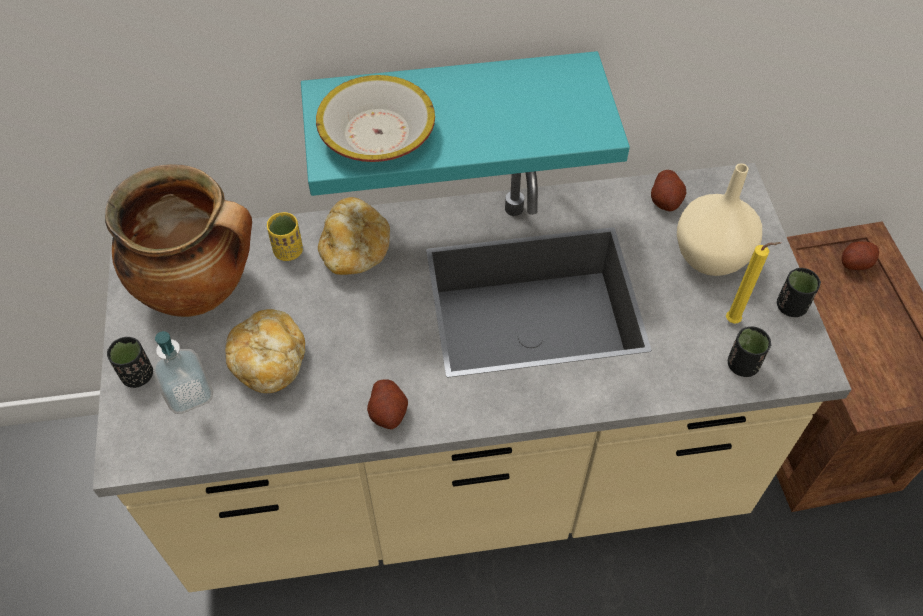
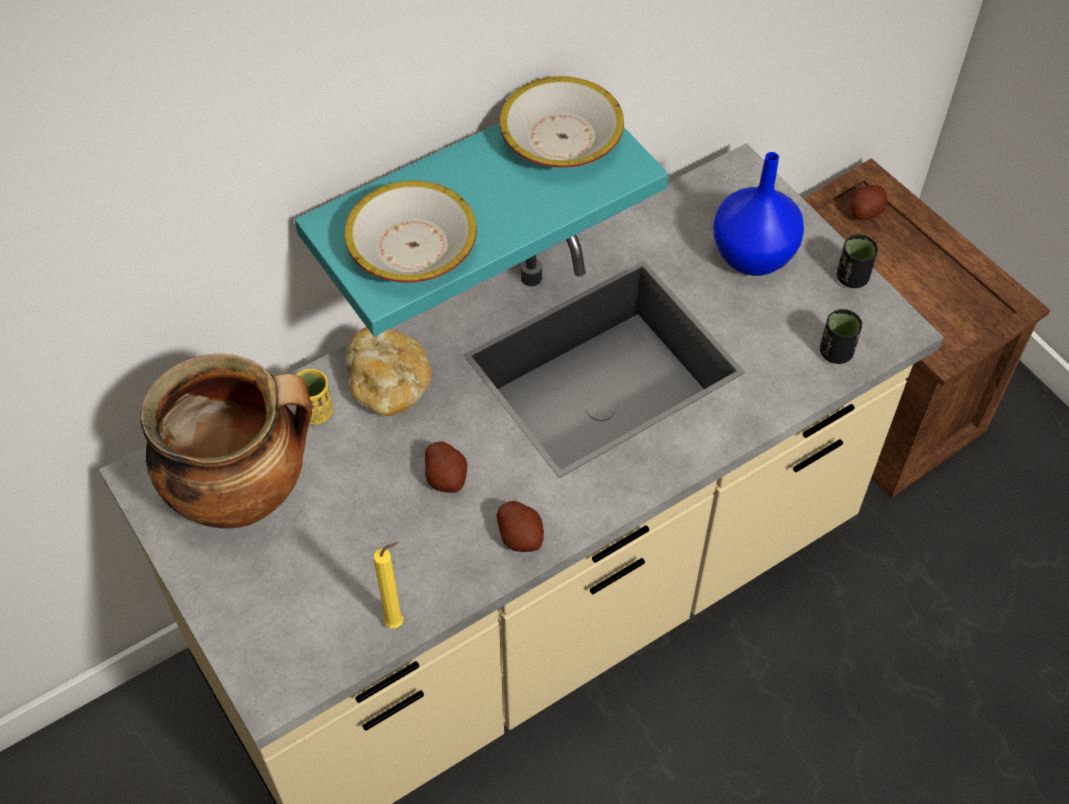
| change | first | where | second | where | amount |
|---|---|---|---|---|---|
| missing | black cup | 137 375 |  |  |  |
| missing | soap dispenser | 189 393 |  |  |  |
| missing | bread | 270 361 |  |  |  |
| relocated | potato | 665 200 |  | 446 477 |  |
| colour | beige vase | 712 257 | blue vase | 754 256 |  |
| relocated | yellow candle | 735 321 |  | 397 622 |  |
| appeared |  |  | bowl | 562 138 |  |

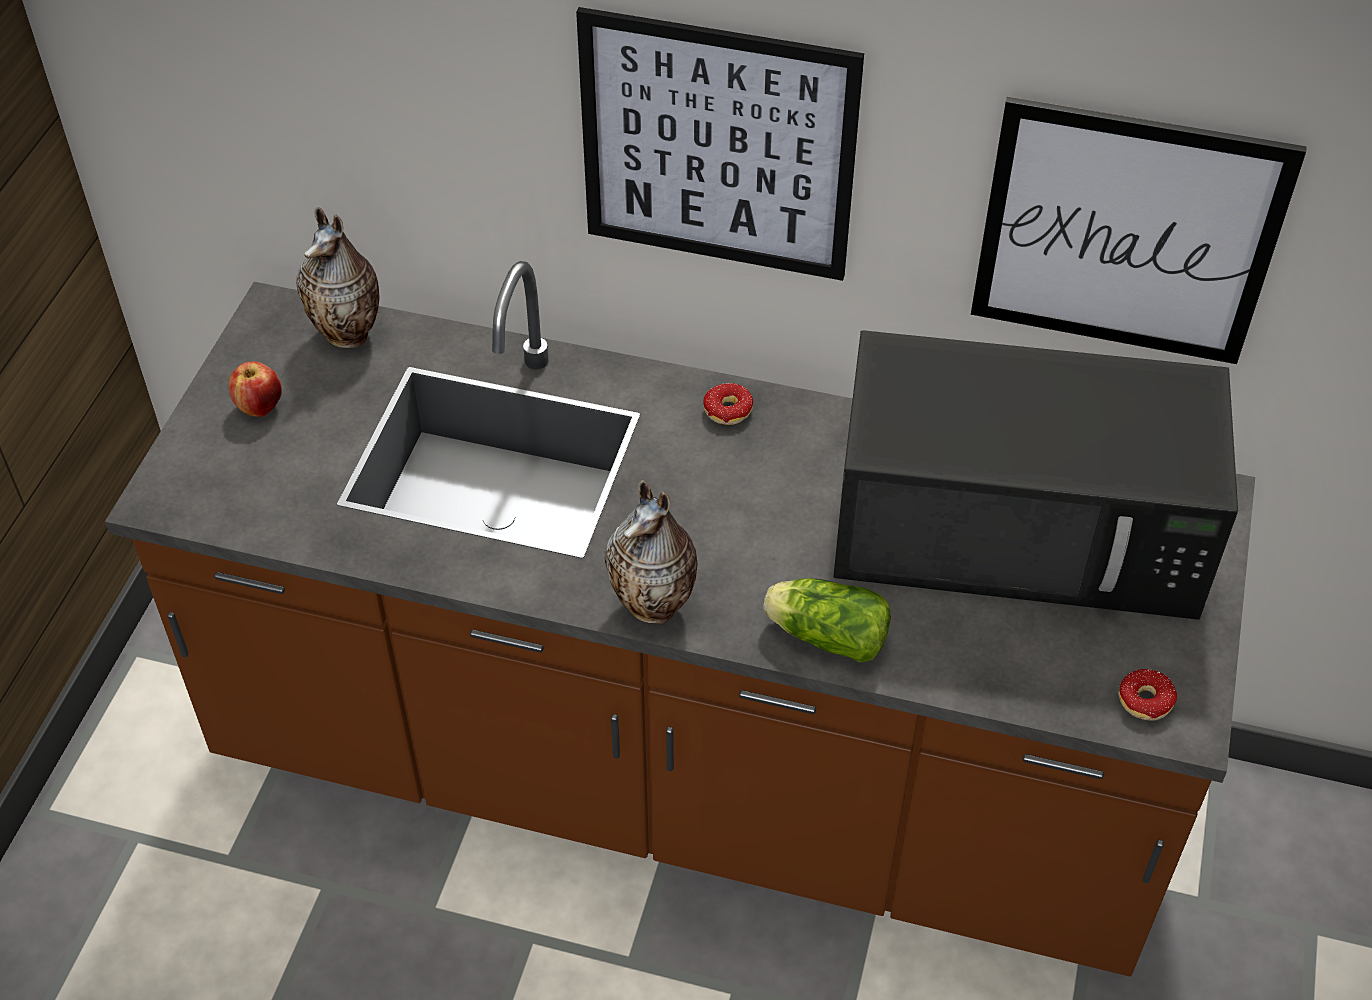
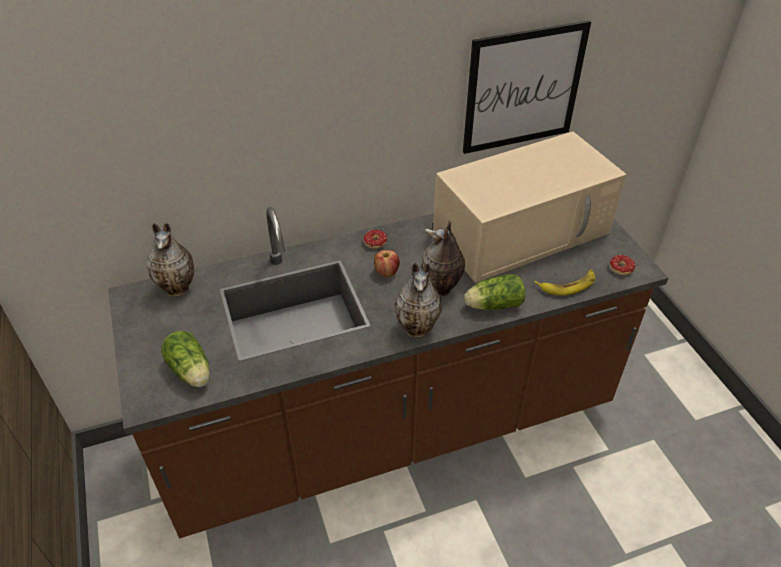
| change | first | where | second | where | amount |
|---|---|---|---|---|---|
| relocated | apple | 259 407 |  | 386 272 |  |
| missing | picture | 717 147 |  |  |  |
| colour | black microwave | 1023 526 | beige microwave | 523 231 |  |
| appeared |  |  | lettuce | 191 372 |  |
| appeared |  |  | vase | 441 289 |  |
| appeared |  |  | banana | 567 285 |  |

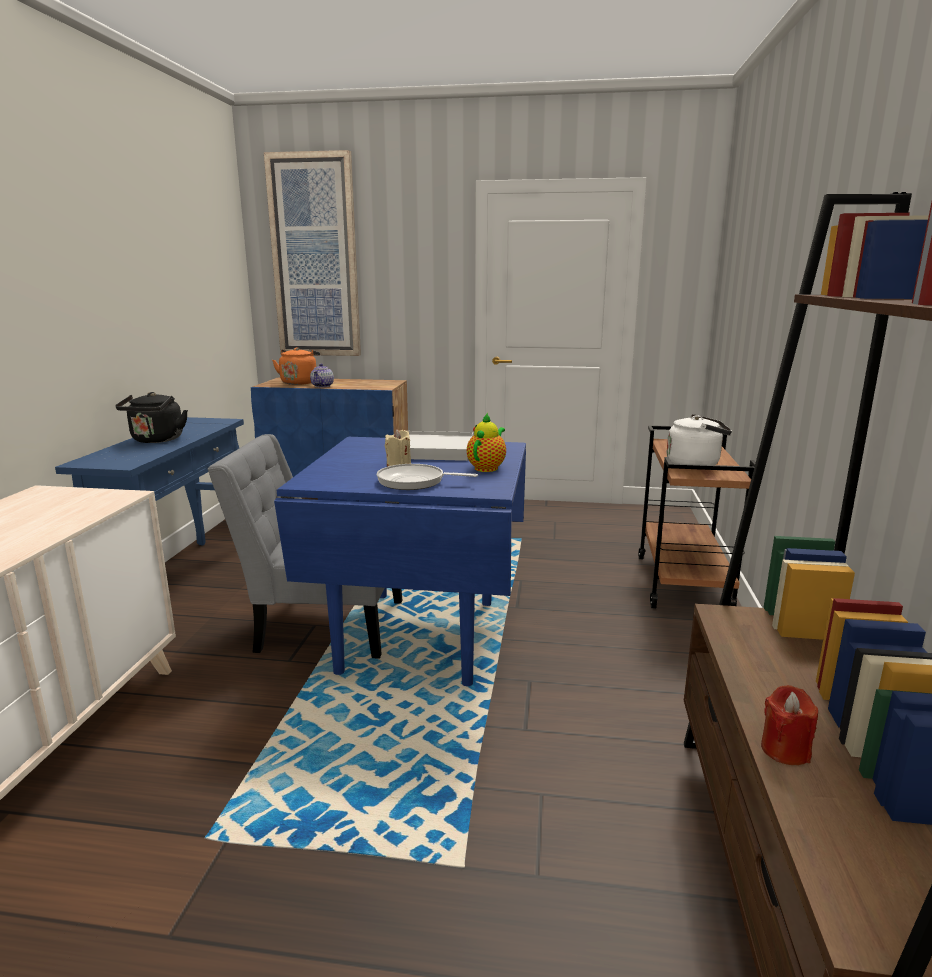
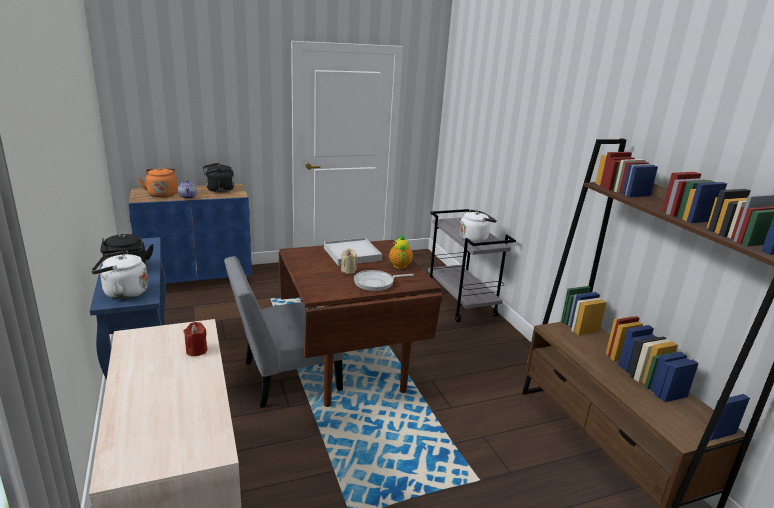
| change | first | where | second | where | amount |
|---|---|---|---|---|---|
| missing | picture | 315 257 |  |  |  |
| colour | blue dining table | 421 635 | brown dining table | 352 369 |  |
| colour | brown cart | 684 584 | grey cart | 461 303 |  |
| relocated | red candle | 785 750 |  | 196 350 |  |
| appeared |  |  | white kettle | 122 293 |  |
| appeared |  |  | black kettle | 218 190 |  |

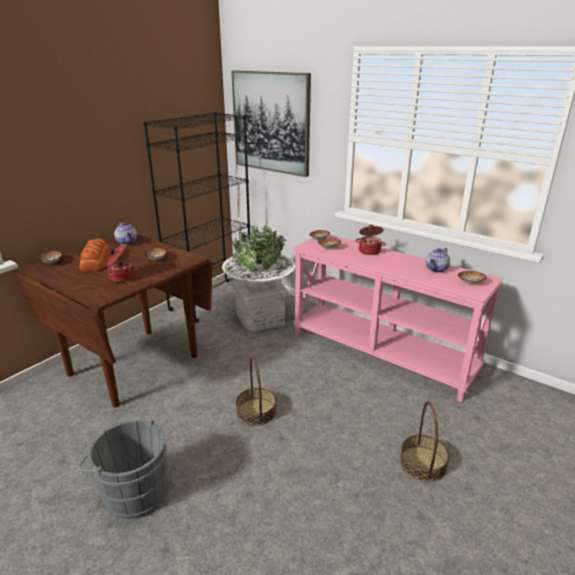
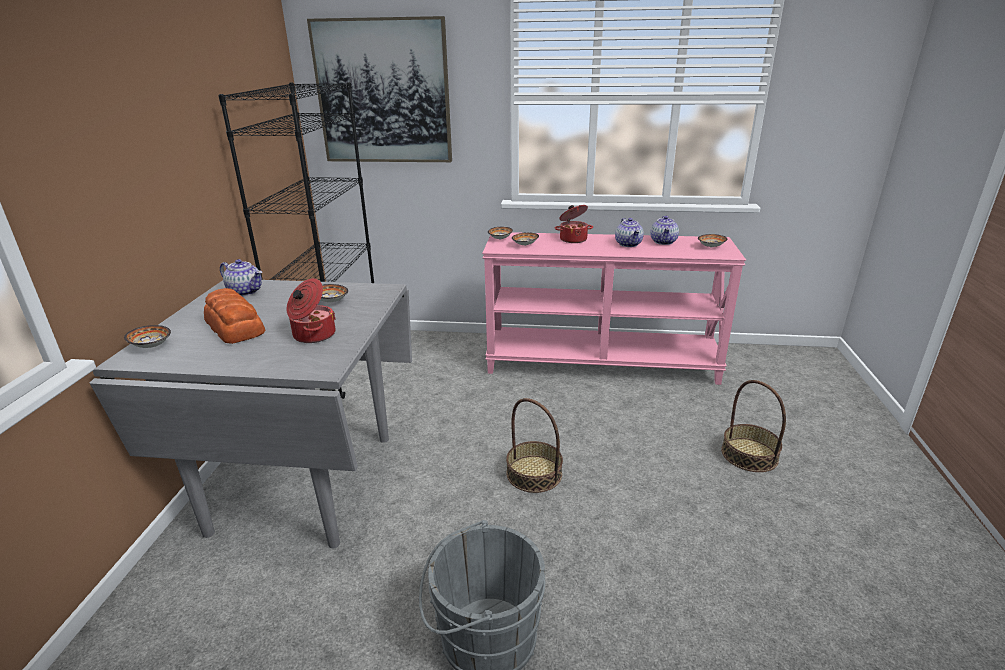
| change | first | where | second | where | amount |
|---|---|---|---|---|---|
| colour | brown dining table | 133 364 | grey dining table | 303 482 |  |
| missing | white planter | 260 319 |  |  |  |
| appeared |  |  | teapot | 628 244 |  |

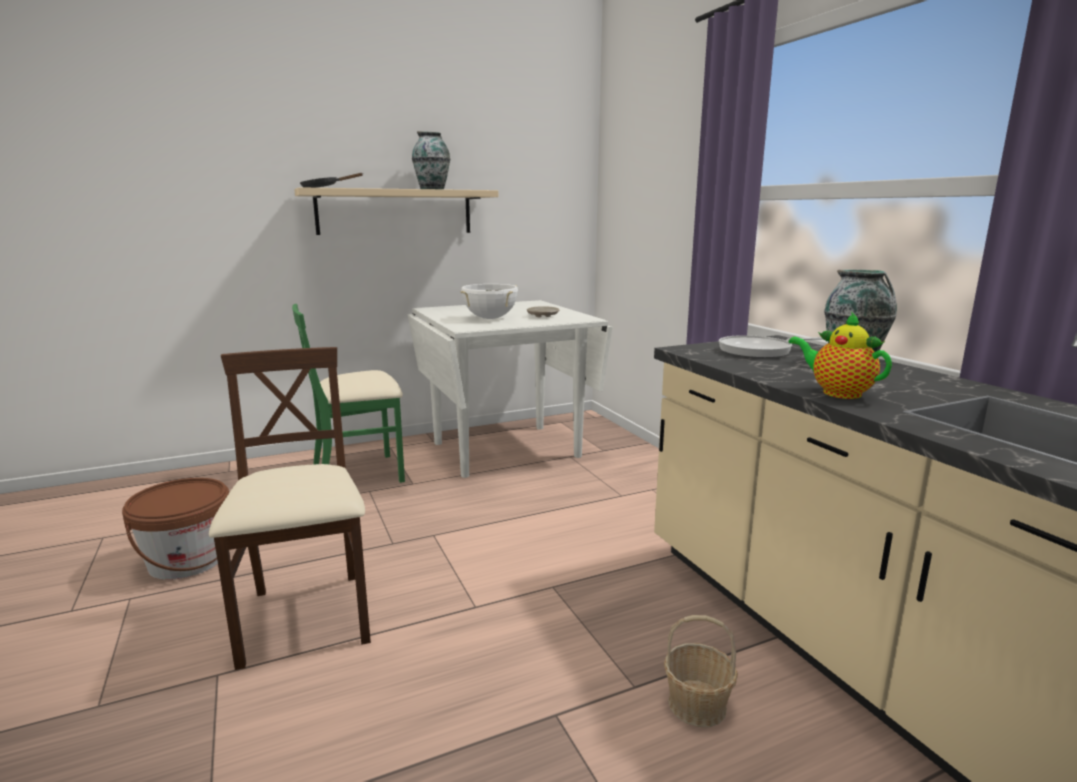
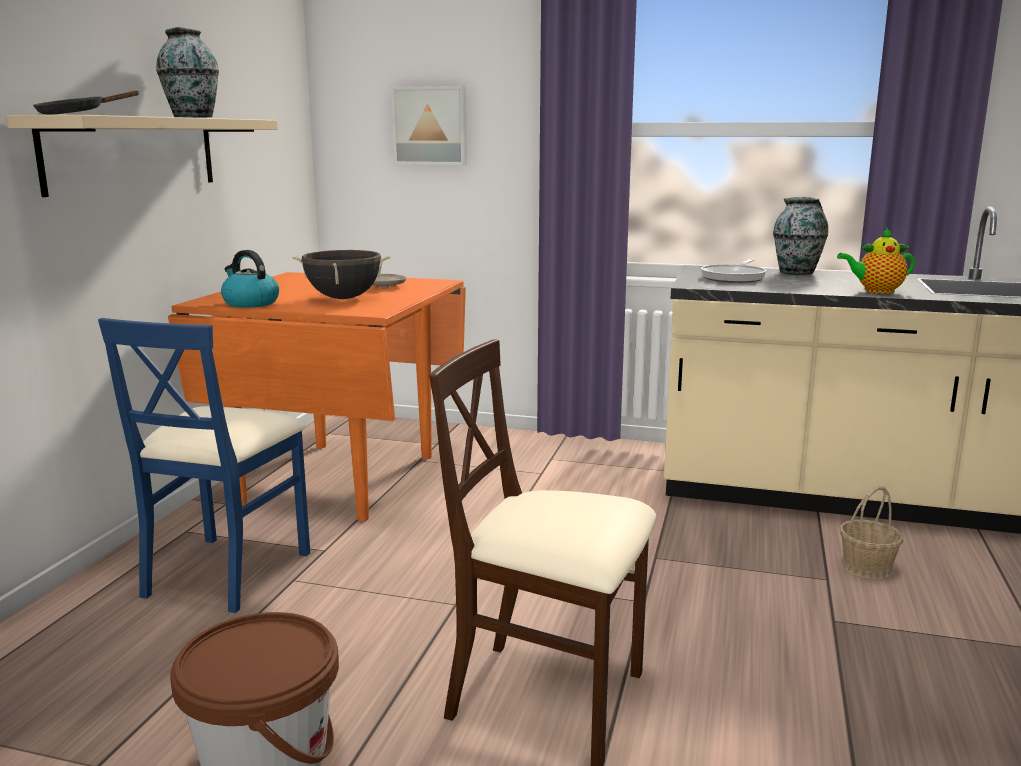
| change | first | where | second | where | amount |
|---|---|---|---|---|---|
| colour | green chair | 359 473 | blue chair | 226 572 |  |
| colour | white dining table | 505 449 | orange dining table | 338 478 |  |
| colour | white cooking pot | 490 318 | black cooking pot | 344 298 |  |
| appeared |  |  | kettle | 250 303 |  |
| appeared |  |  | picture | 431 126 |  |

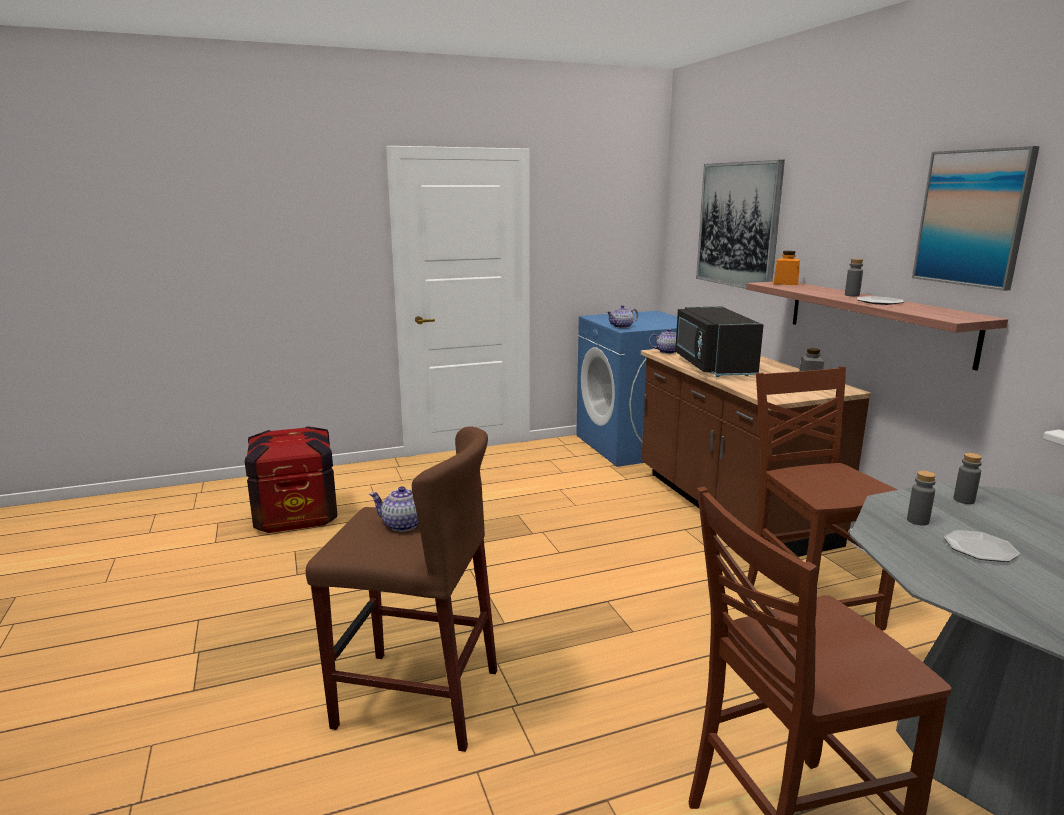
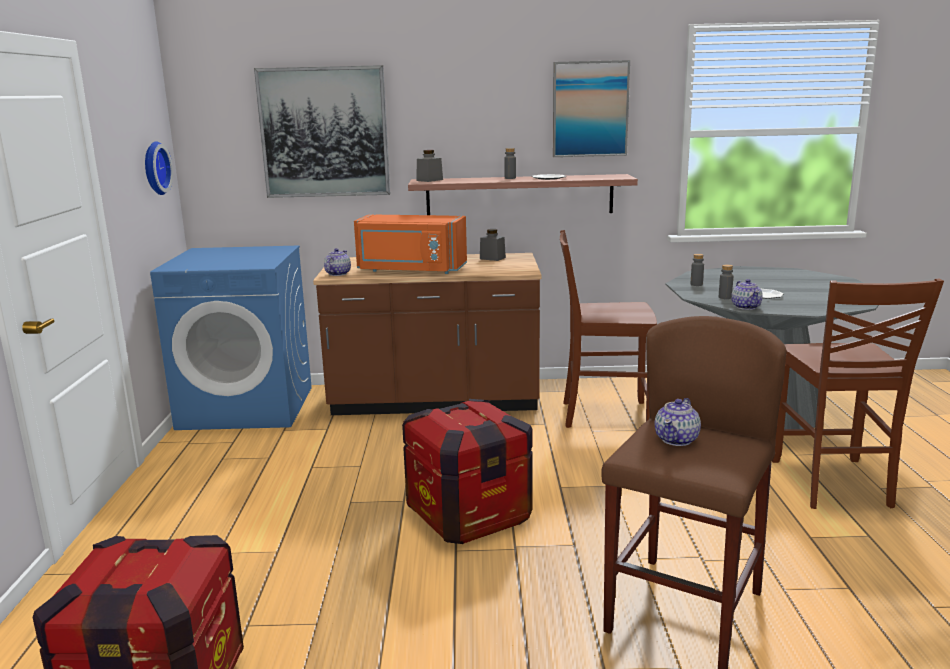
| change | first | where | second | where | amount |
|---|---|---|---|---|---|
| relocated | teapot | 622 327 |  | 746 307 |  |
| colour | black microwave | 712 366 | orange microwave | 410 270 |  |
| colour | orange jar | 785 283 | grey jar | 429 180 |  |
| appeared |  |  | wall clock | 154 168 |  |
| appeared |  |  | crate | 469 515 |  |

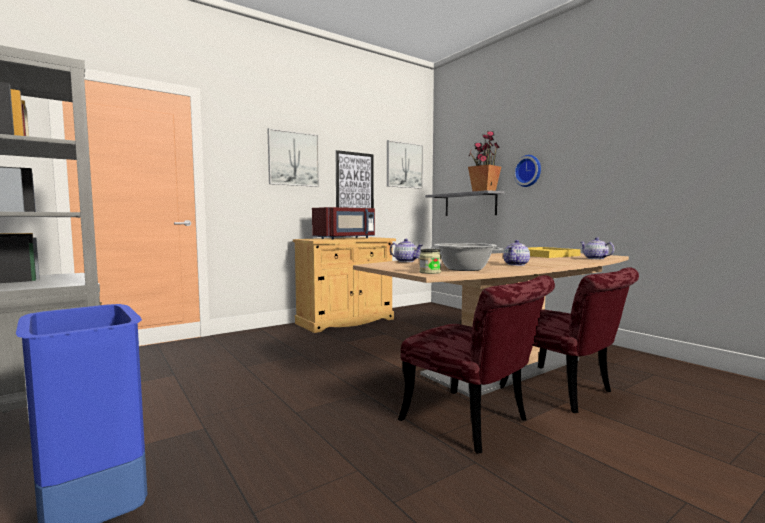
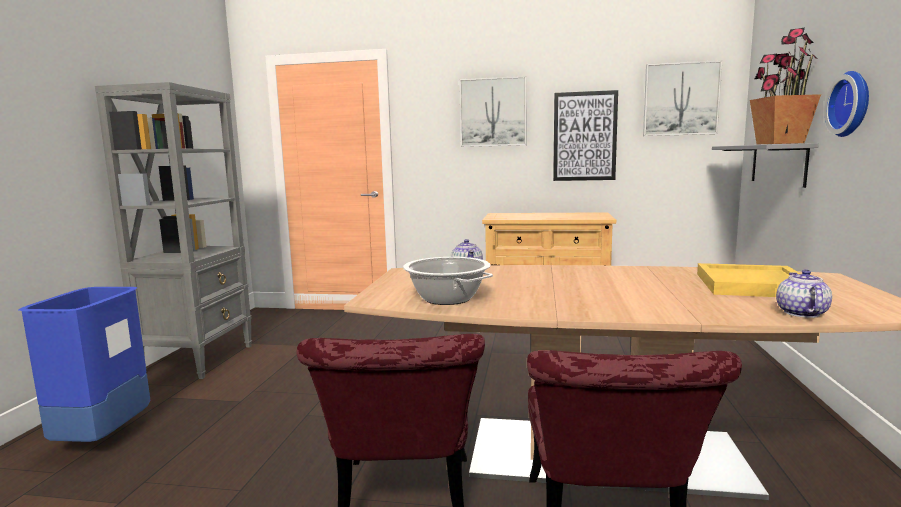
| change | first | where | second | where | amount |
|---|---|---|---|---|---|
| missing | red microwave | 346 238 |  |  |  |
| missing | jar | 430 272 |  |  |  |
| missing | teapot | 516 264 |  |  |  |

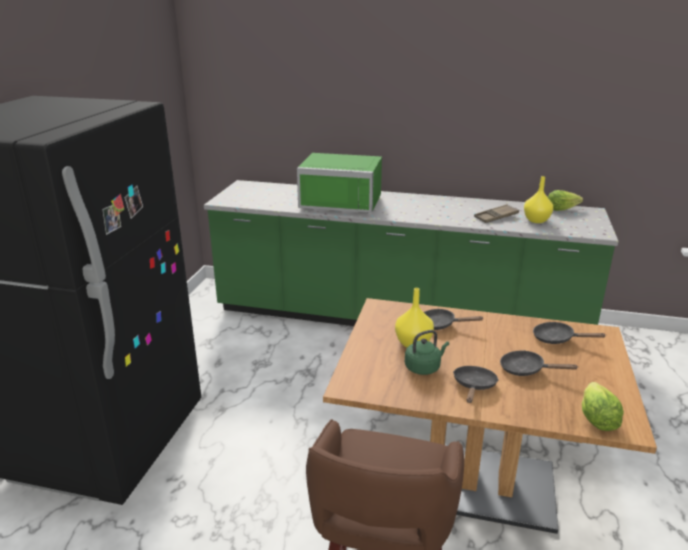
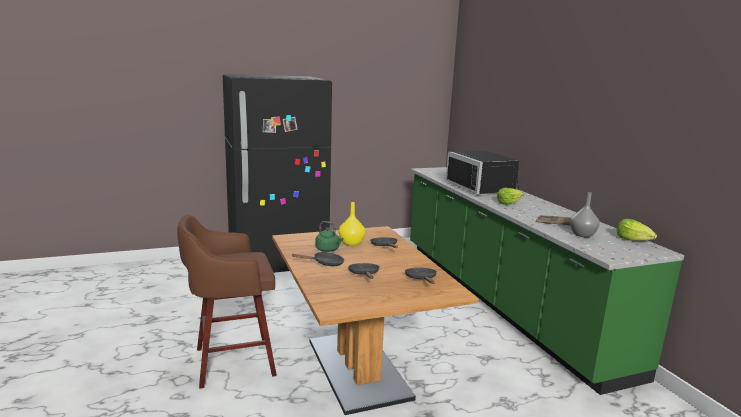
| change | first | where | second | where | amount |
|---|---|---|---|---|---|
| colour | green microwave | 342 201 | black microwave | 483 188 |  |
| colour | yellow vase | 536 220 | grey vase | 582 235 |  |
| relocated | lettuce | 596 418 |  | 508 203 |  |

